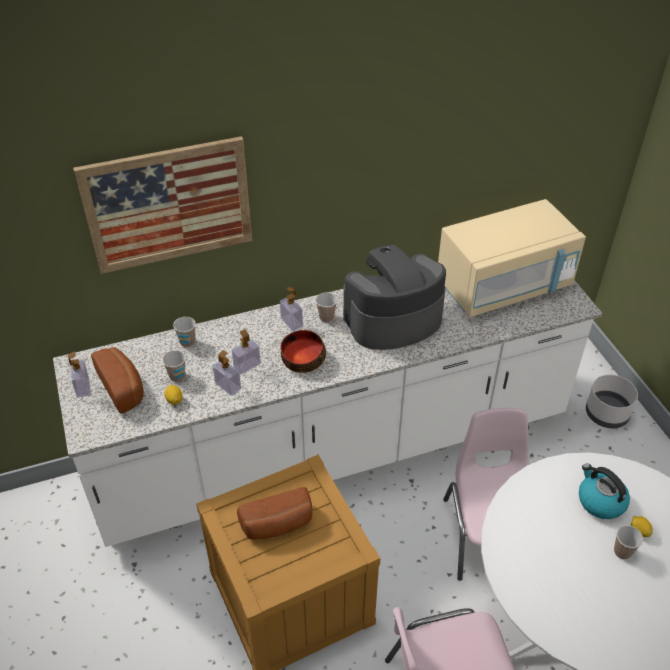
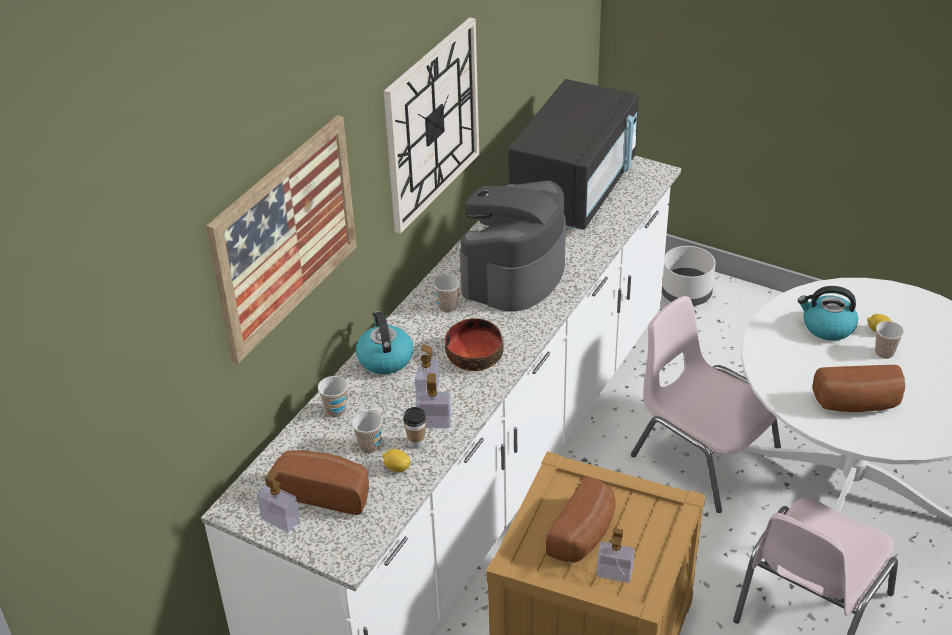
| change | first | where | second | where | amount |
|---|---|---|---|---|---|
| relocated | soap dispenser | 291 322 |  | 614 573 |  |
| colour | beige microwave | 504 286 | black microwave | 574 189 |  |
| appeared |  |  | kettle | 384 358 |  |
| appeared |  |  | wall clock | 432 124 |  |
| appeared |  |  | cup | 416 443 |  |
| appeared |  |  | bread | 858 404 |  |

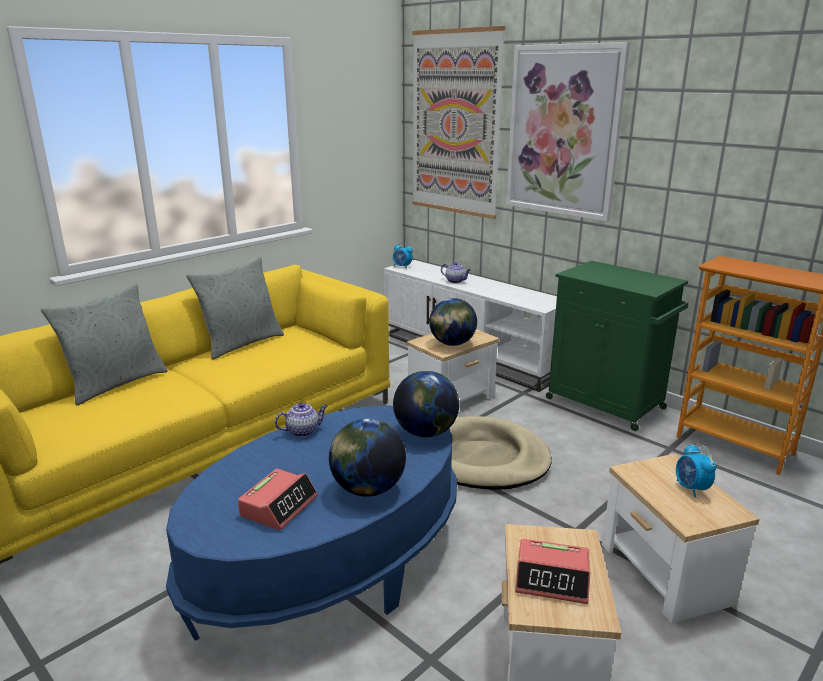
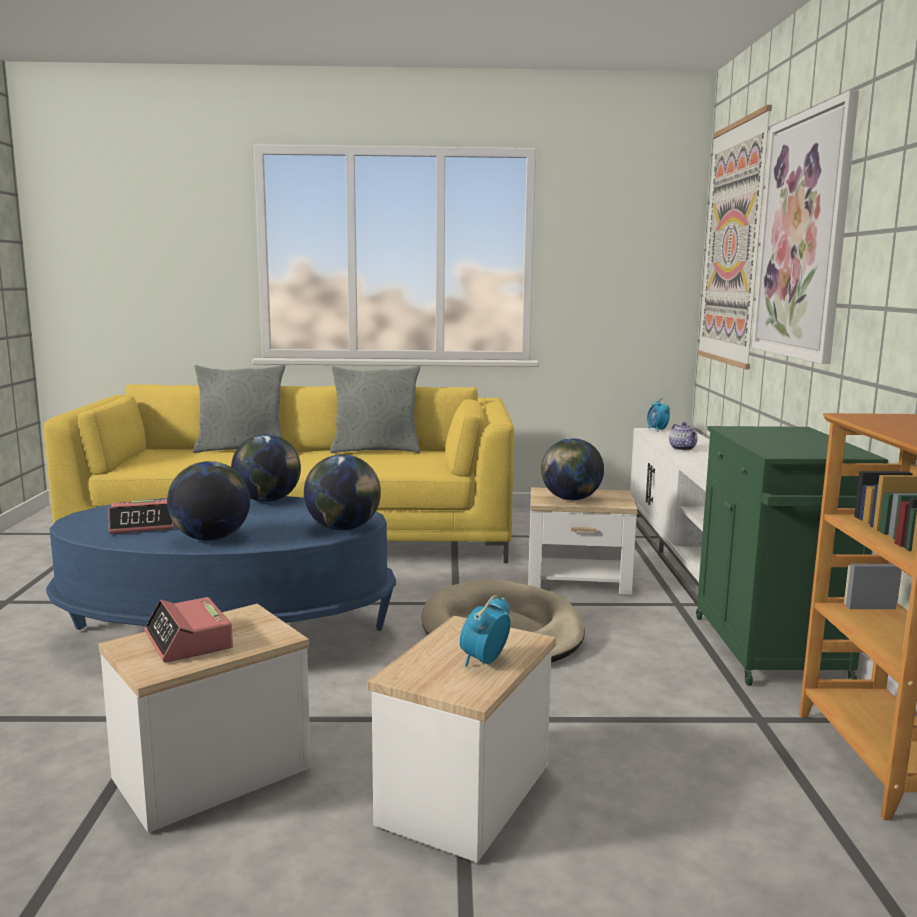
| change | first | where | second | where | amount |
|---|---|---|---|---|---|
| exchanged | teapot | 303 431 | globe | 268 500 |  |

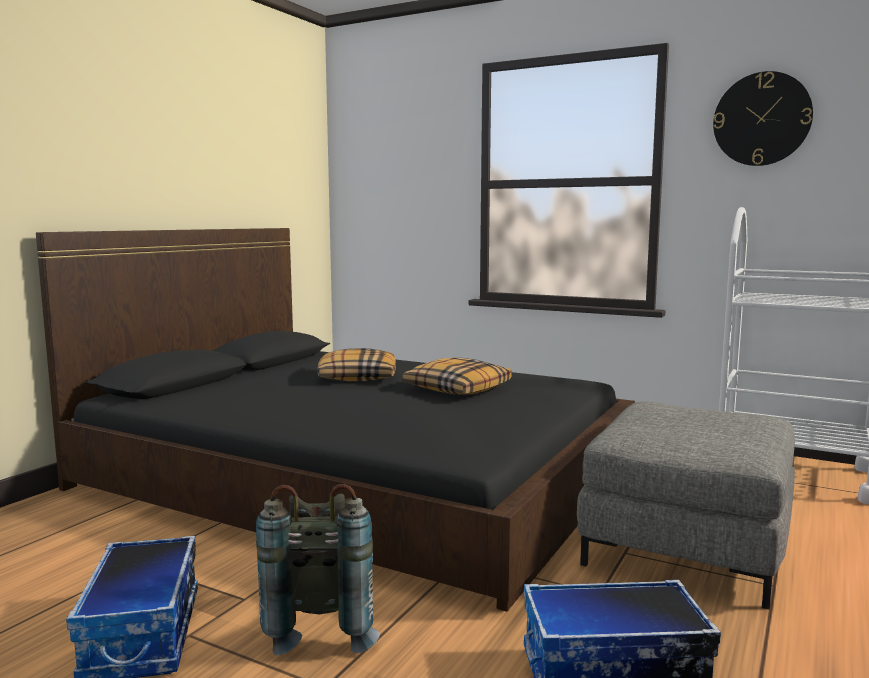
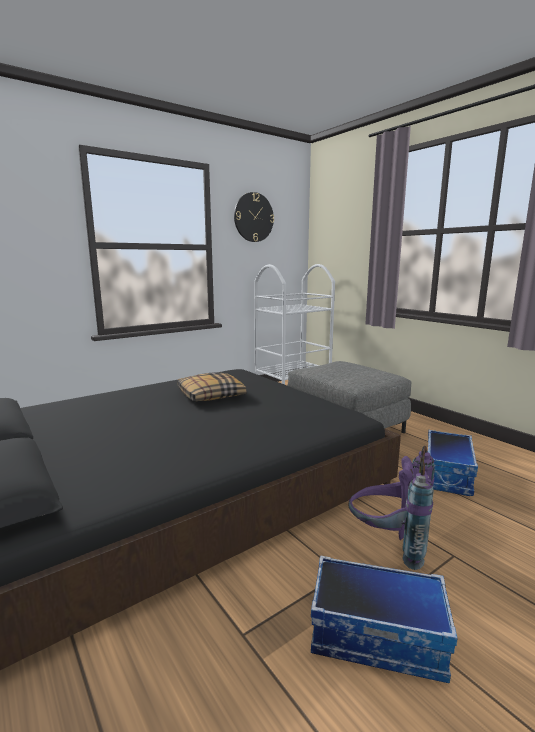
| change | first | where | second | where | amount |
|---|---|---|---|---|---|
| colour | grey backpack | 322 626 | purple backpack | 388 544 |  |
| missing | pillow | 356 377 |  |  |  |

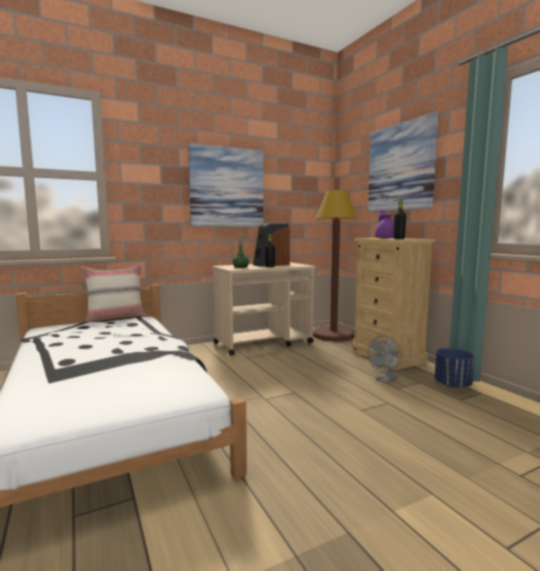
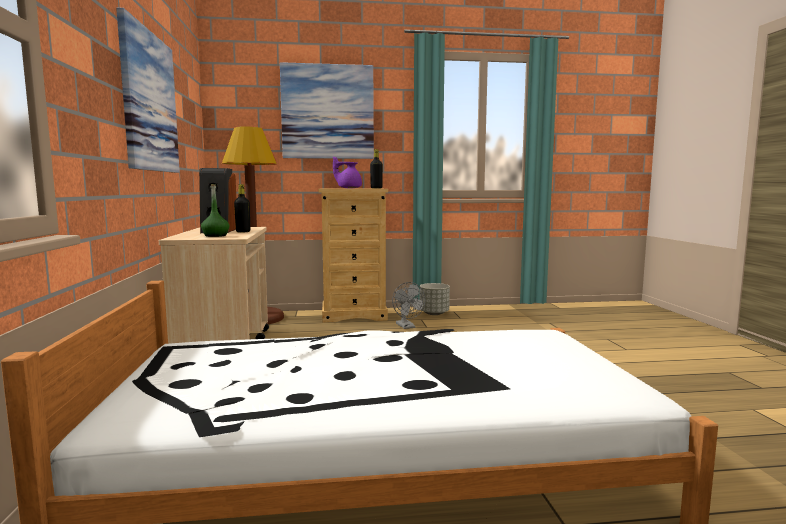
| change | first | where | second | where | amount |
|---|---|---|---|---|---|
| missing | beige pillow | 116 317 |  |  |  |
| colour | blue planter | 453 385 | grey planter | 434 313 |  |

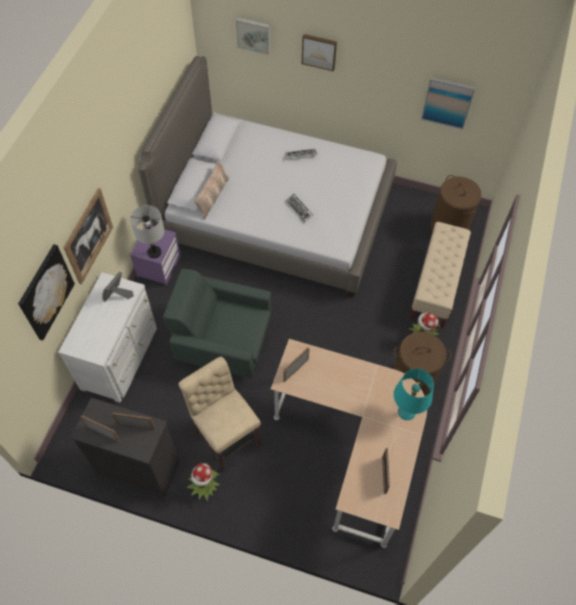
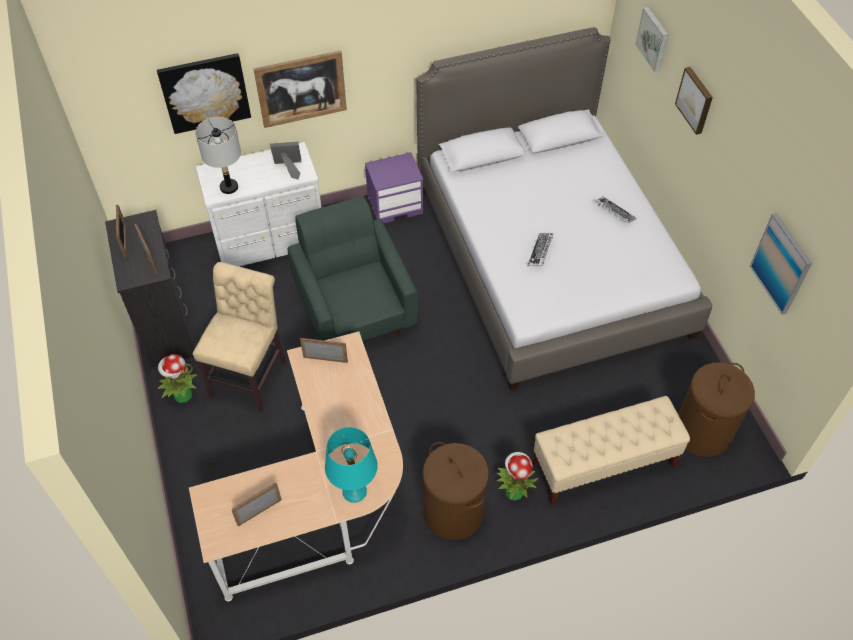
| change | first | where | second | where | amount |
|---|---|---|---|---|---|
| relocated | grey table lamp | 154 252 |  | 229 187 |  |
| missing | pillow | 212 197 |  |  |  |

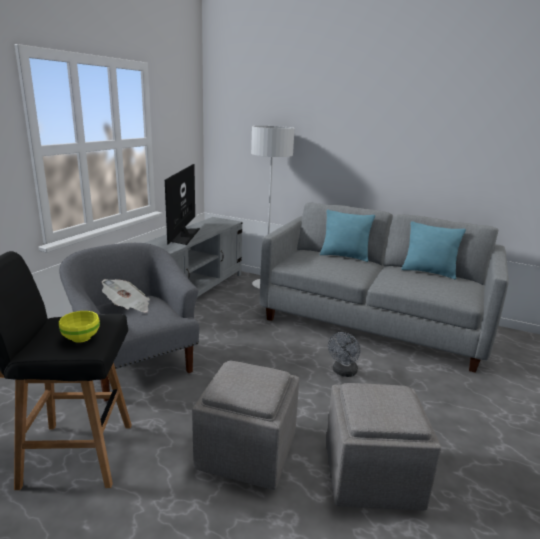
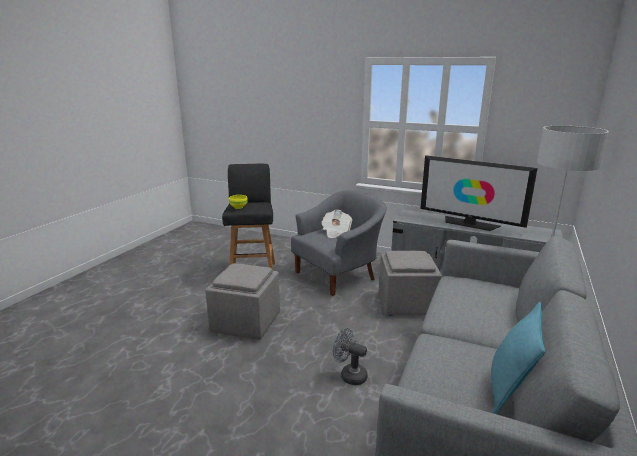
| change | first | where | second | where | amount |
|---|---|---|---|---|---|
| spun | television | 184 236 |  | 469 224 | 150 degrees counterclockwise |
| missing | turquoise pillow | 344 256 |  |  |  |
| relocated | grey ottoman | 371 476 |  | 405 303 |  |

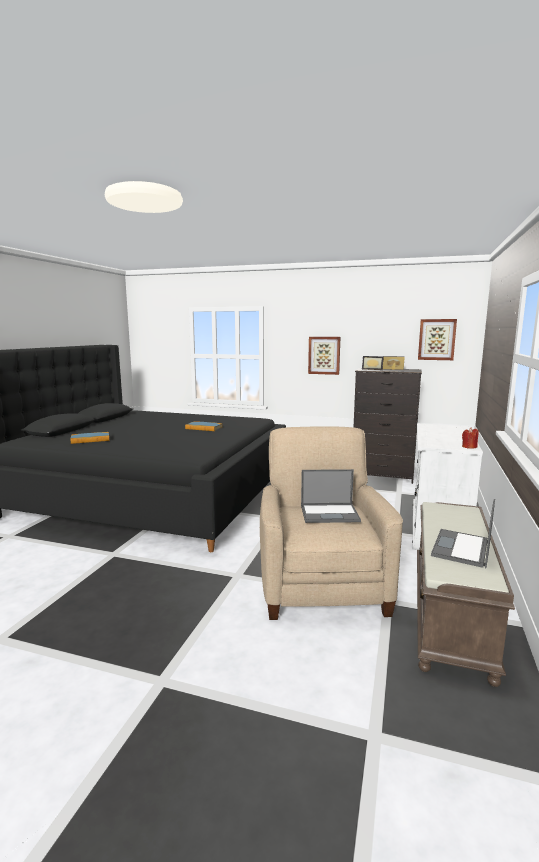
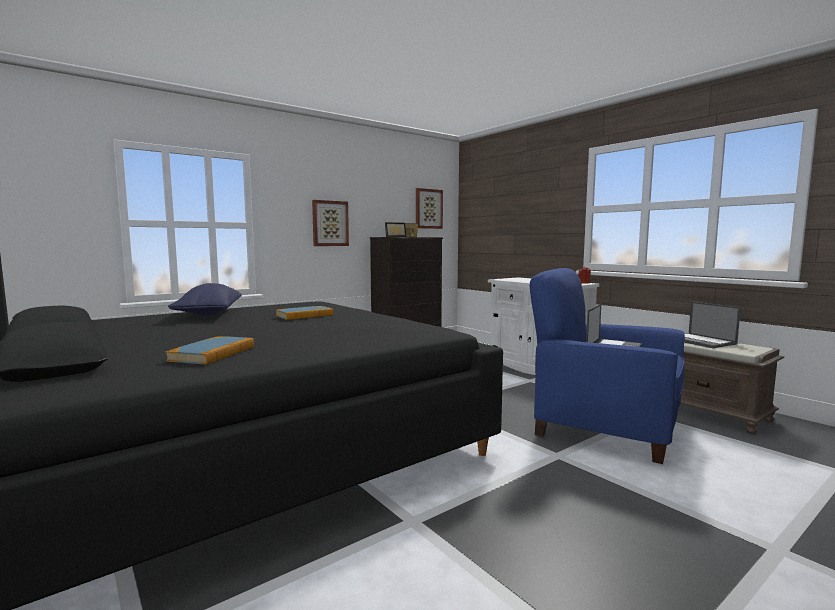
| change | first | where | second | where | amount |
|---|---|---|---|---|---|
| colour | beige armchair | 321 584 | blue armchair | 604 427 |  |
| appeared |  |  | blue pillow | 209 314 |  |

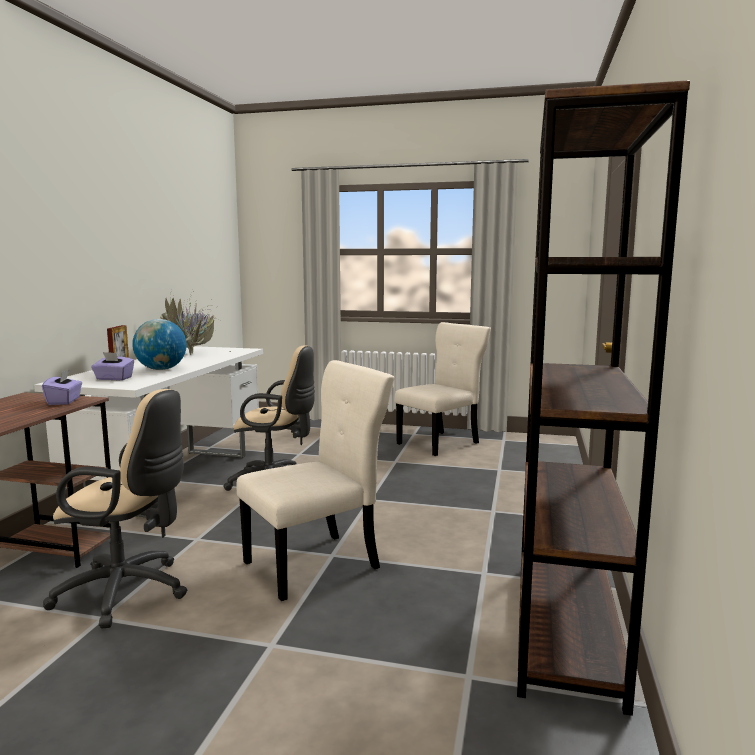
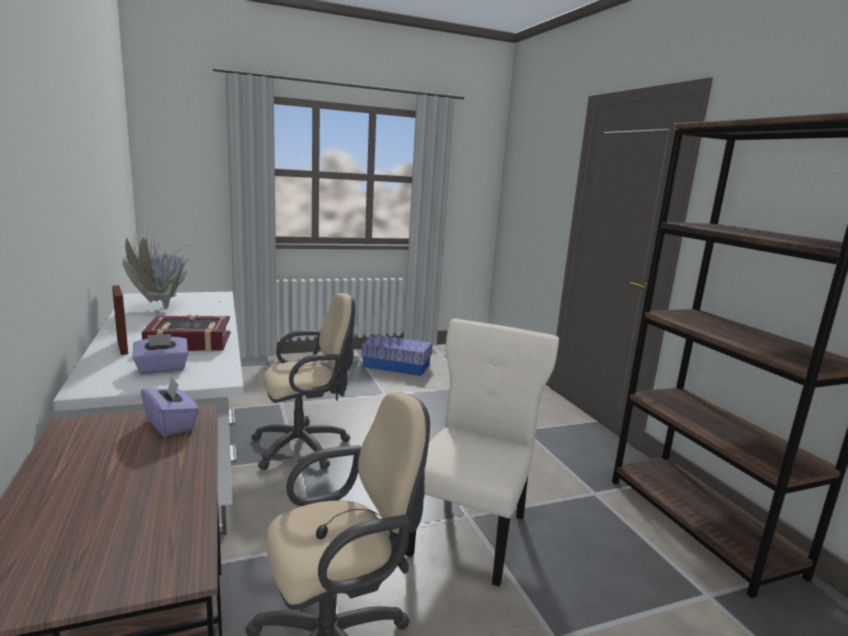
| change | first | where | second | where | amount |
|---|---|---|---|---|---|
| exchanged | globe | 161 369 | book | 189 342 |  |
| exchanged | beige chair | 441 443 | storage box | 396 366 |  |

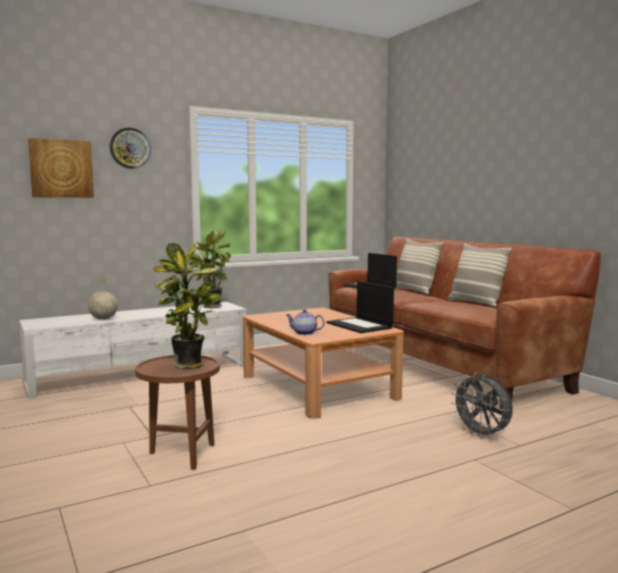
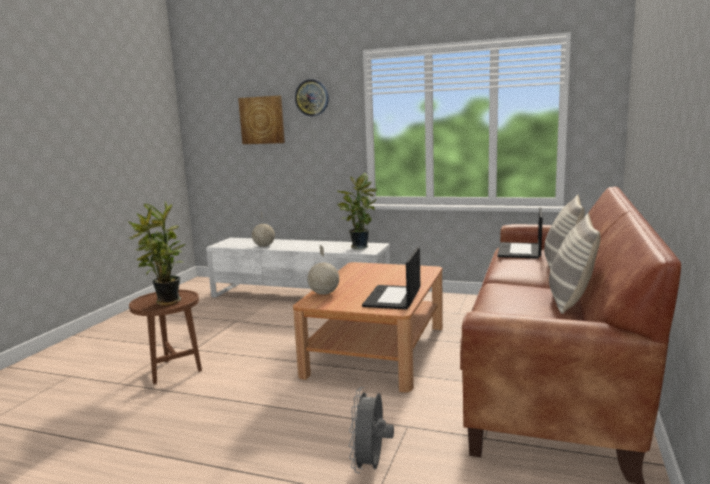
| change | first | where | second | where | amount |
|---|---|---|---|---|---|
| exchanged | teapot | 304 333 | globe | 324 293 |  |

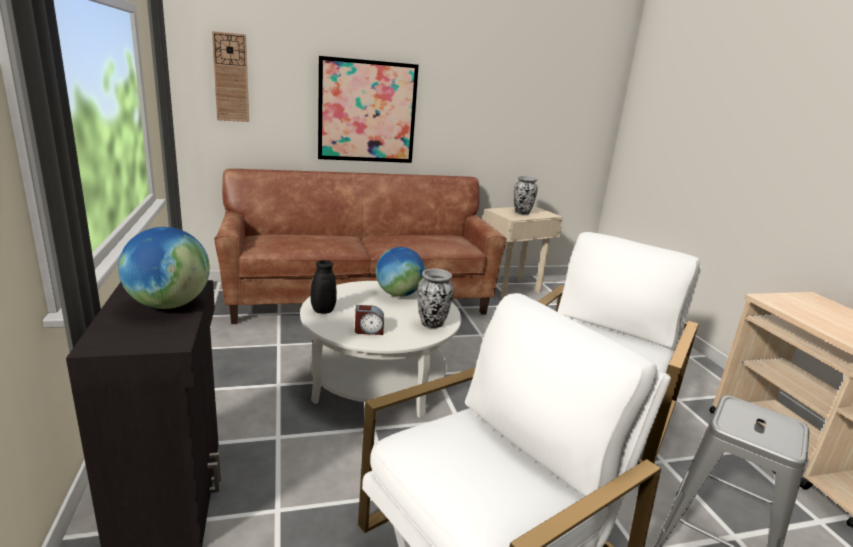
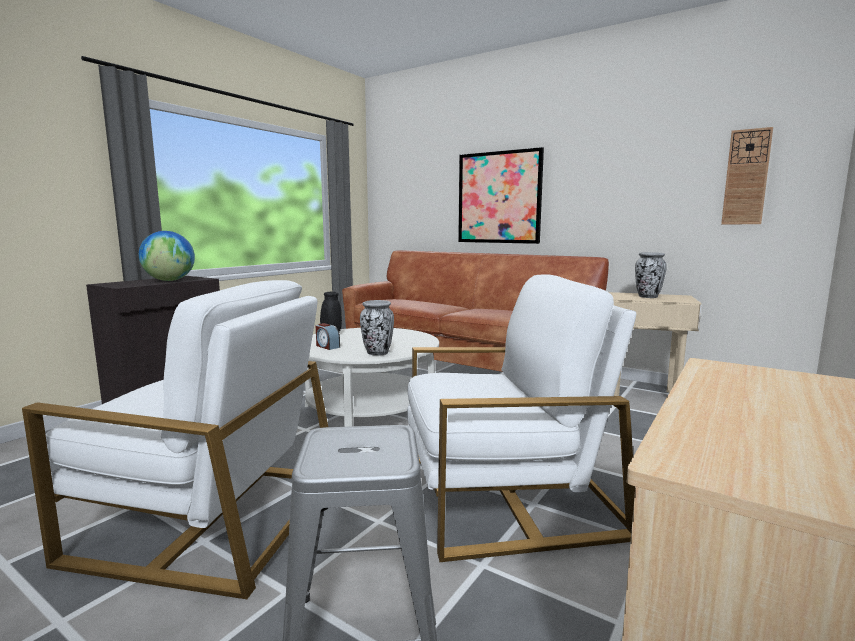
| change | first | where | second | where | amount |
|---|---|---|---|---|---|
| relocated | wall clock | 231 78 |  | 746 177 |  |
| missing | globe | 399 294 |  |  |  |

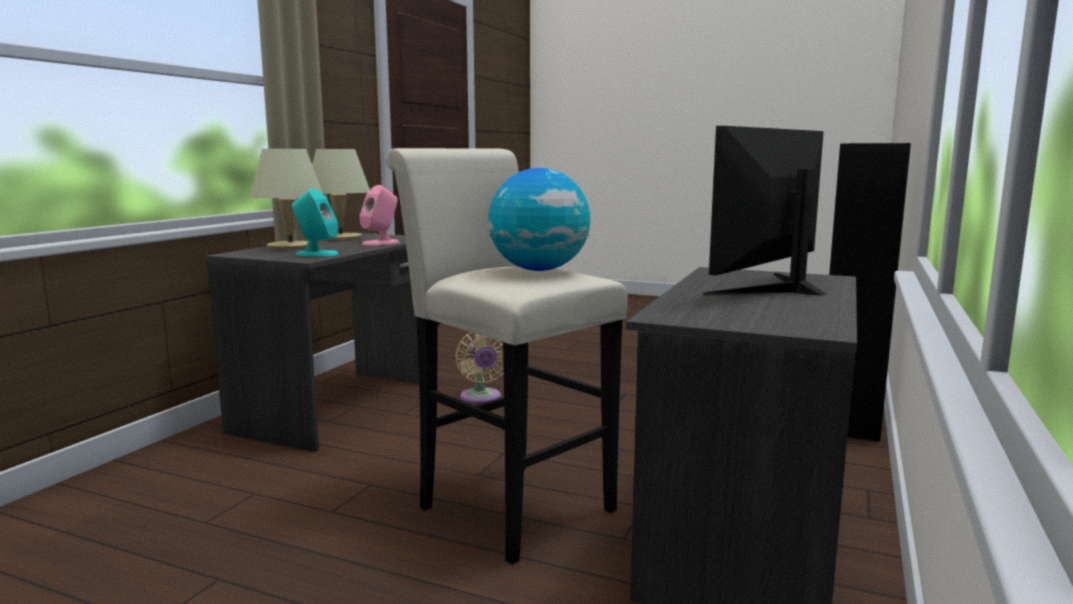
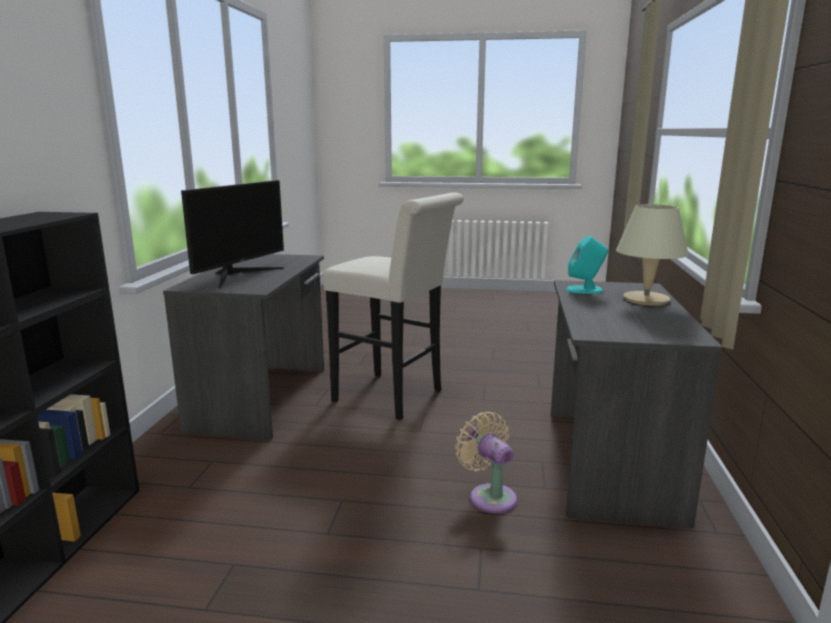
| change | first | where | second | where | amount |
|---|---|---|---|---|---|
| missing | beige table lamp | 340 238 |  |  |  |
| missing | pink speaker | 381 243 |  |  |  |
| missing | globe | 539 270 |  |  |  |

